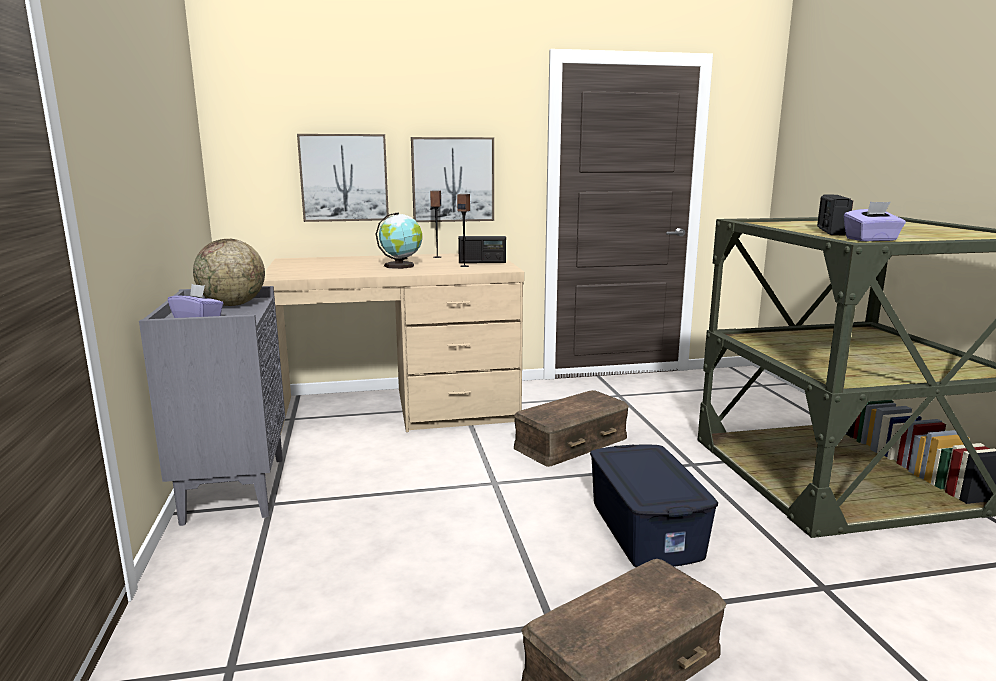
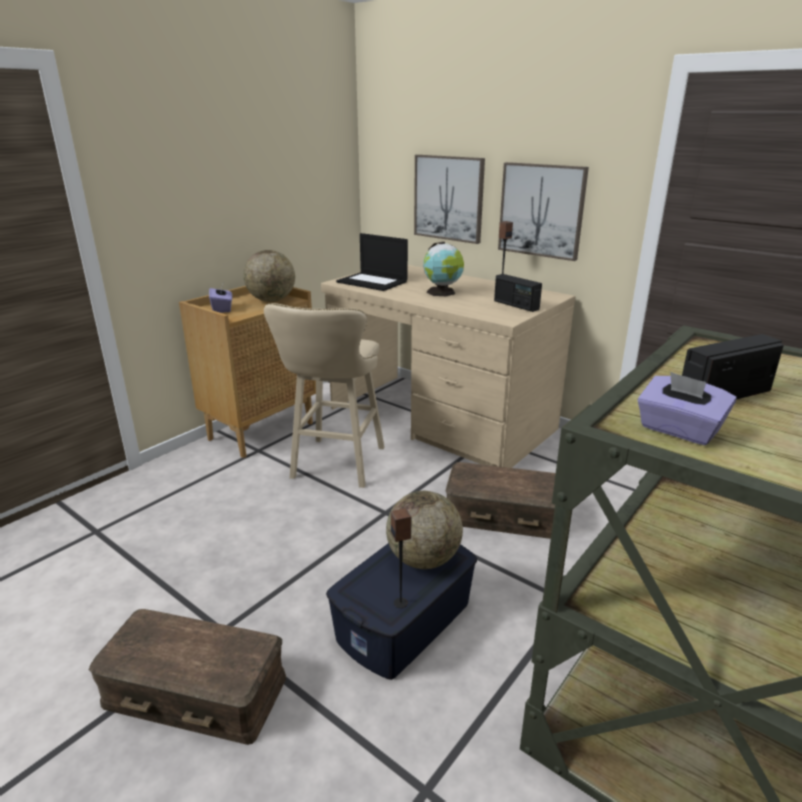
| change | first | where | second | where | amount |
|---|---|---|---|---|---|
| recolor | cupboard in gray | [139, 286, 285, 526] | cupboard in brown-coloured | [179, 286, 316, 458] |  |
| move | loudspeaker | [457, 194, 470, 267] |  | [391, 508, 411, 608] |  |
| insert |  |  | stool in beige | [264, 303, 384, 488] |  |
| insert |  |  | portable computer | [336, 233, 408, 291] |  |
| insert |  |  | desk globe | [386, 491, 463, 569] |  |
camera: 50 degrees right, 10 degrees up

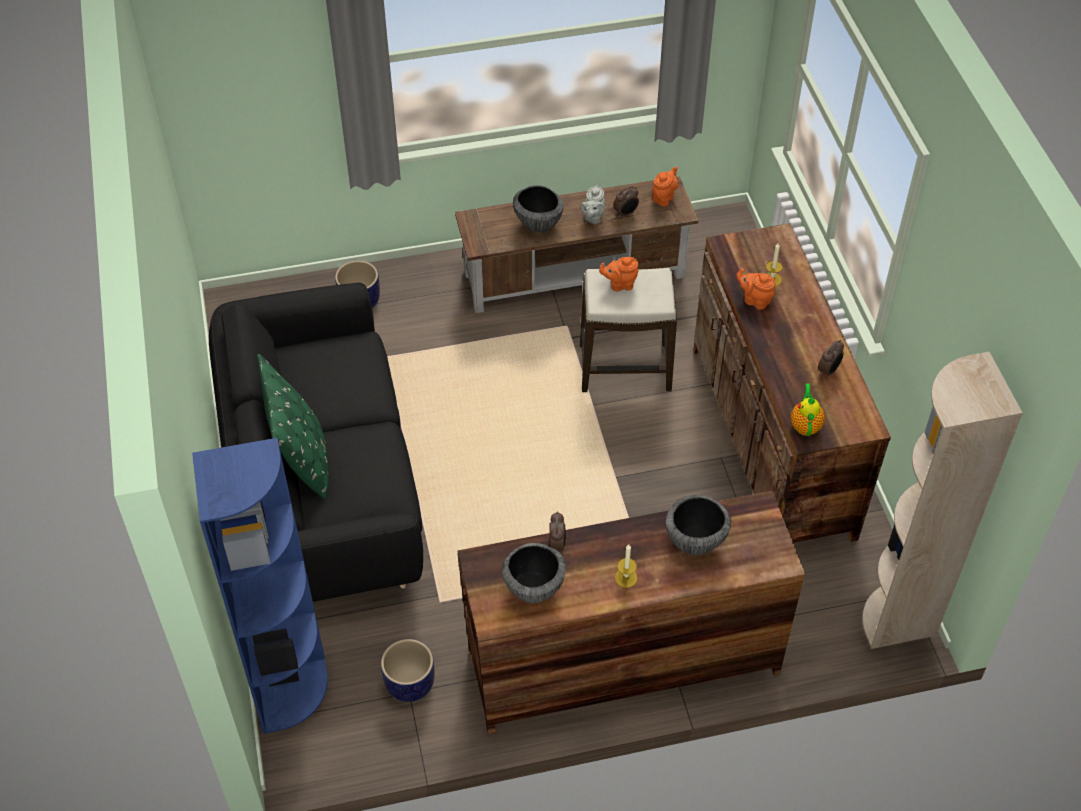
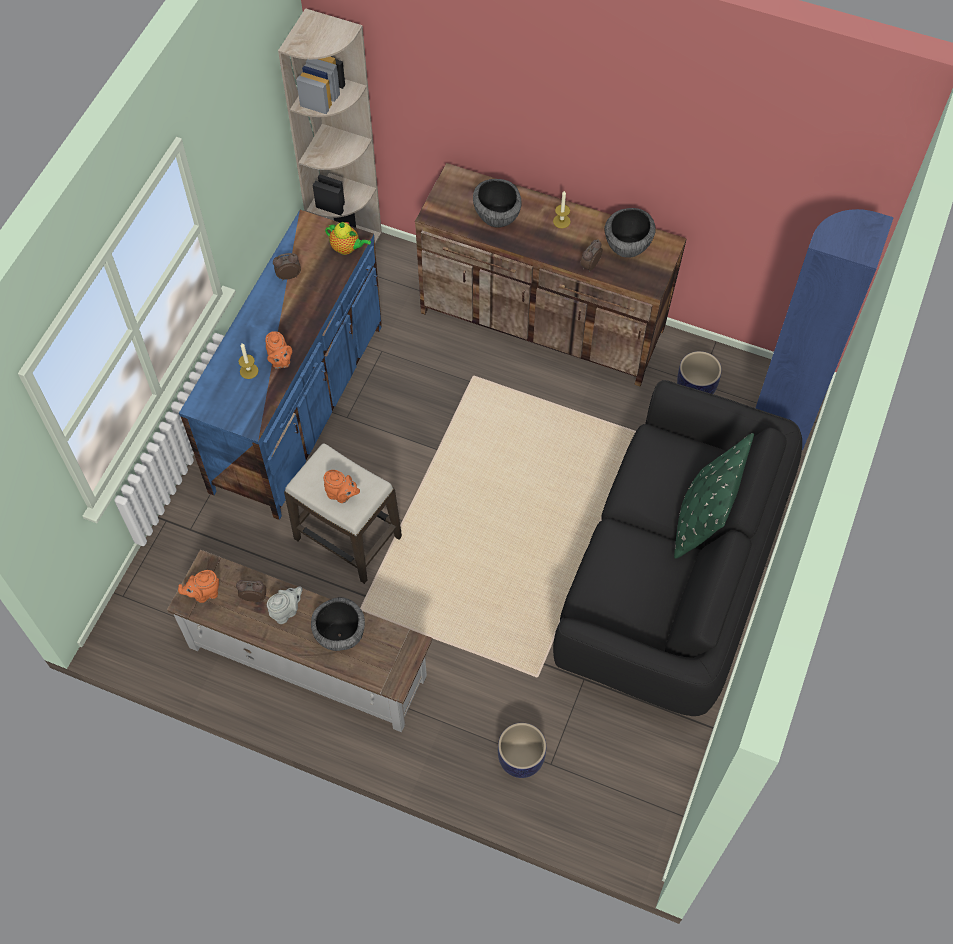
| change | first | where | second | where | amount |
|---|---|---|---|---|---|
| recolor | cupboard in brown-coloured | [694, 223, 891, 543] | cupboard in blue | [179, 210, 382, 520] |  |
| rotate | pot for tea | [791, 383, 825, 436] |  | [325, 222, 371, 255] | 105 degrees counterclockwise |
camera: 145 degrees left, 10 degrees up

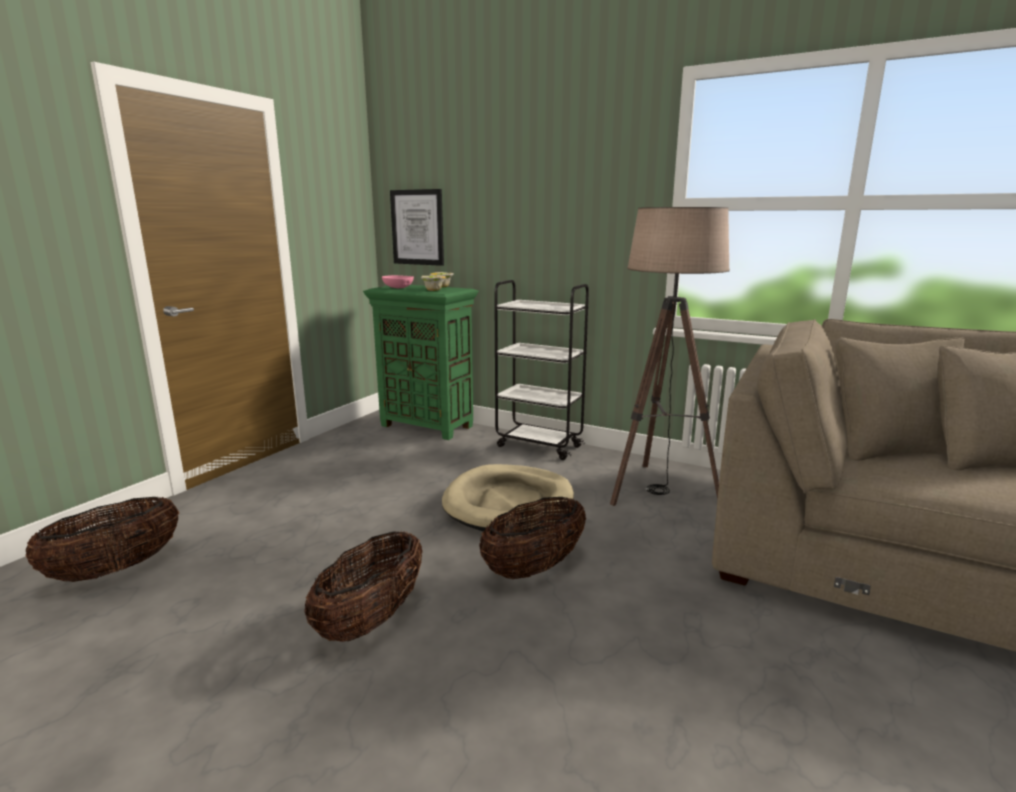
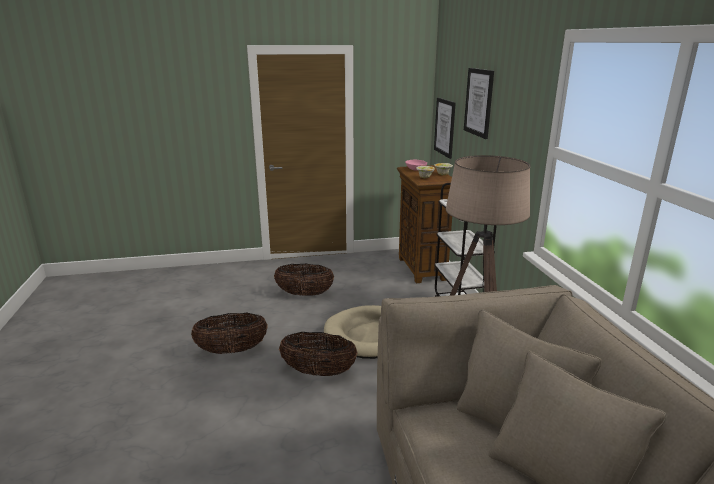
| change | first | where | second | where | amount |
|---|---|---|---|---|---|
| move | basket | [25, 497, 179, 582] |  | [274, 264, 334, 296] |  |
| recolor | cupboard in greenish | [363, 285, 479, 440] | cupboard in brown-coloured | [397, 165, 452, 283] |  |
| insert |  |  | picture | [464, 68, 494, 139] |  |
camera: 50 degrees right, 5 degrees up

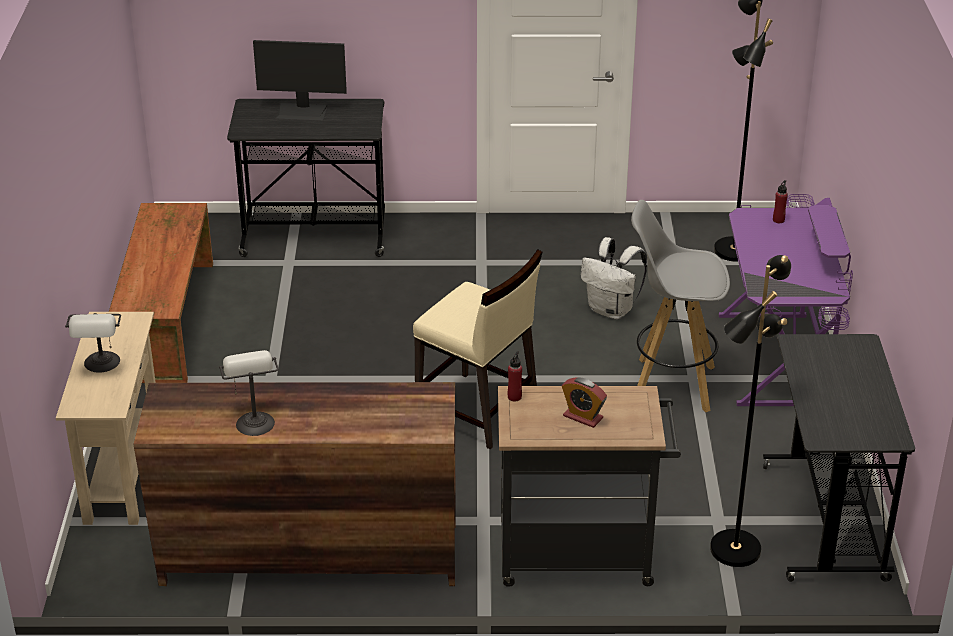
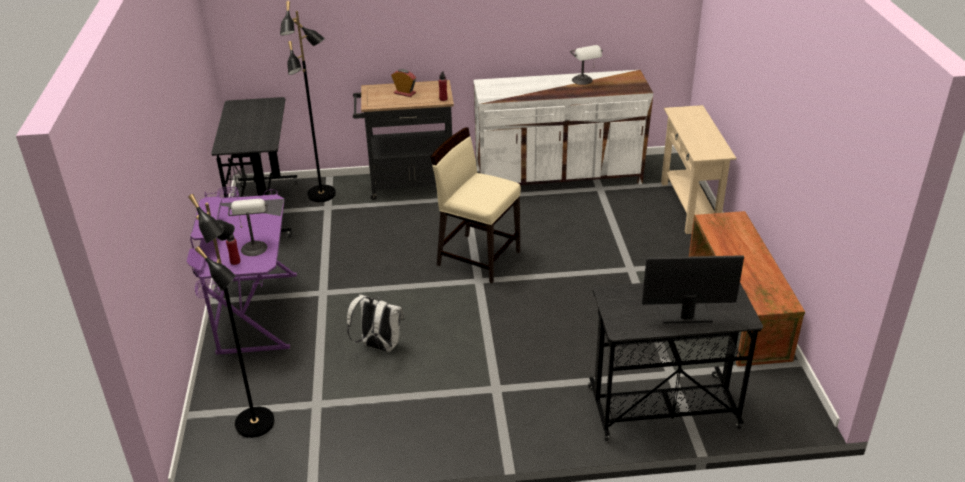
| change | first | where | second | where | amount |
|---|---|---|---|---|---|
| move | tabletop lamp | [65, 313, 121, 373] |  | [228, 199, 268, 256] |  |
| recolor | cupboard in brown-coloured | [134, 382, 456, 586] | cupboard in white-coloured | [473, 70, 653, 185] |  |
| delete | stool in gray | [631, 200, 730, 412] |  |  |  |
camera: 175 degrees right, 0 degrees up

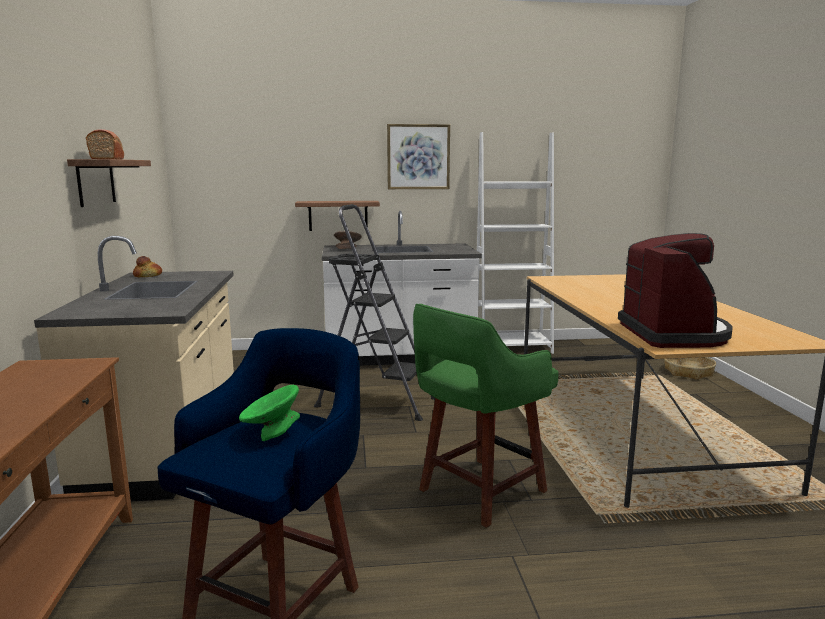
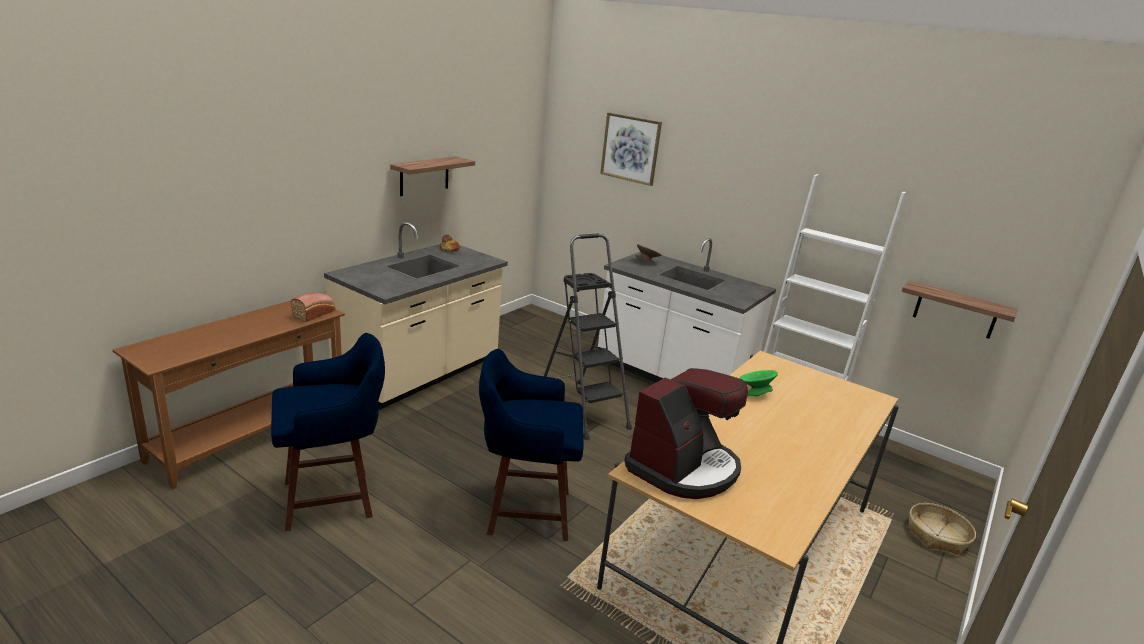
| change | first | where | second | where | amount |
|---|---|---|---|---|---|
| move | bakery bread | [86, 129, 124, 159] |  | [291, 293, 336, 322] |  |
| move | deep dish in greenish | [239, 385, 300, 441] |  | [739, 370, 778, 396] |  |
| move | bracket shelf | [295, 201, 380, 231] |  | [902, 280, 1018, 338] |  |
| move | picture | [387, 124, 450, 189] |  | [600, 113, 662, 186] |  |
| recolor | stool in greenish | [413, 304, 558, 528] | stool in blue | [479, 349, 584, 541] |  |
camera: 40 degrees right, 10 degrees up

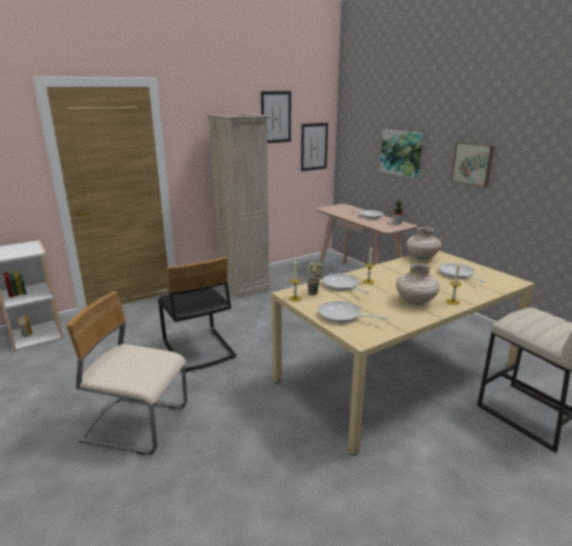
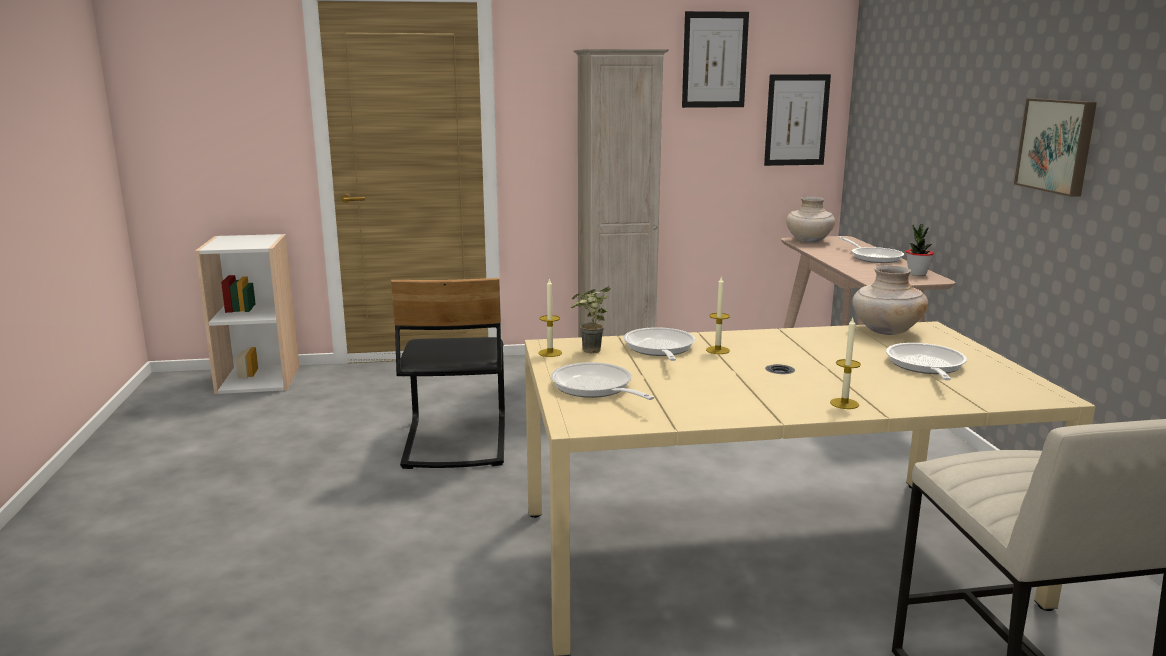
| change | first | where | second | where | amount |
|---|---|---|---|---|---|
| delete | plain chair in beige | [66, 291, 187, 455] |  |  |  |
| delete | picture | [380, 129, 423, 179] |  |  |  |
| move | decorative vase in beige | [396, 263, 440, 305] |  | [786, 197, 835, 243] |  |
camera: 25 degrees right, 5 degrees down

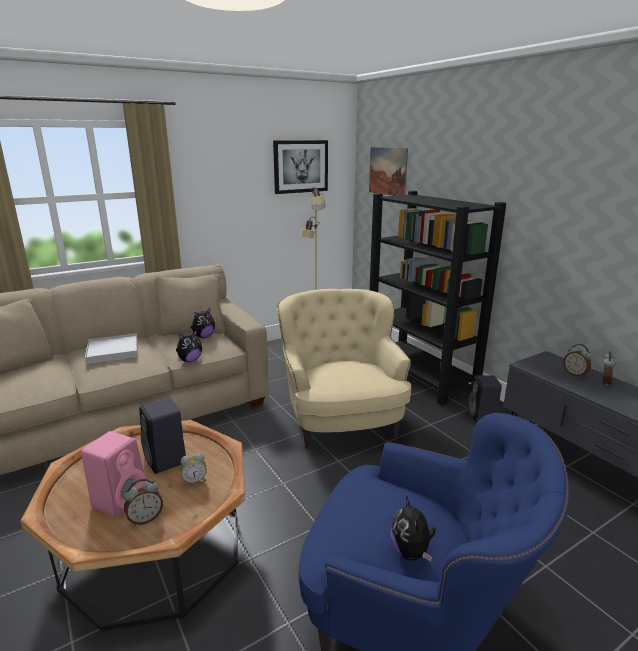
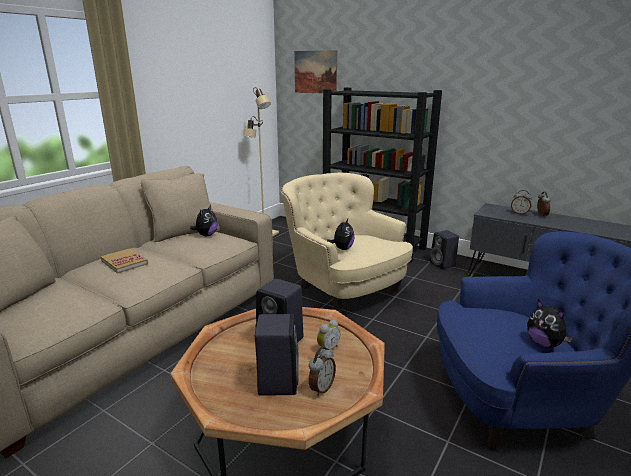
| change | first | where | second | where | amount |
|---|---|---|---|---|---|
| recolor | loudspeaker in pink | [81, 431, 146, 517] | loudspeaker in black-coloured | [255, 314, 299, 396] |  |
| replace | serving tray in white-coloured | [85, 334, 138, 364] | volume | [100, 248, 148, 274] |  |
| move | plush toy | [176, 329, 202, 362] |  | [327, 219, 354, 250] |  |
| delete | picture | [273, 140, 328, 194] |  |  |  |
camera: 25 degrees left, 0 degrees up

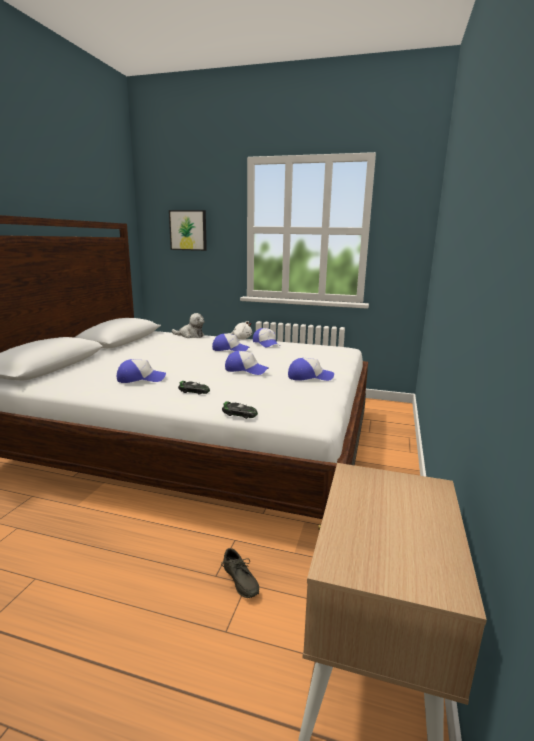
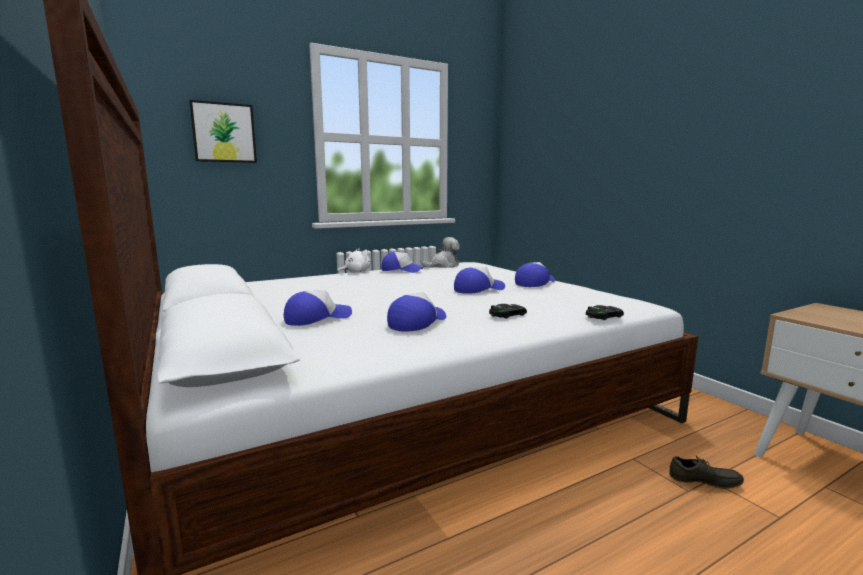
| change | first | where | second | where | amount |
|---|---|---|---|---|---|
| move | plush toy | [172, 313, 204, 338] |  | [422, 237, 460, 268] |  |
| move | baseball cap | [212, 334, 249, 351] |  | [284, 290, 352, 326] |  |
camera: 45 degrees left, 5 degrees down

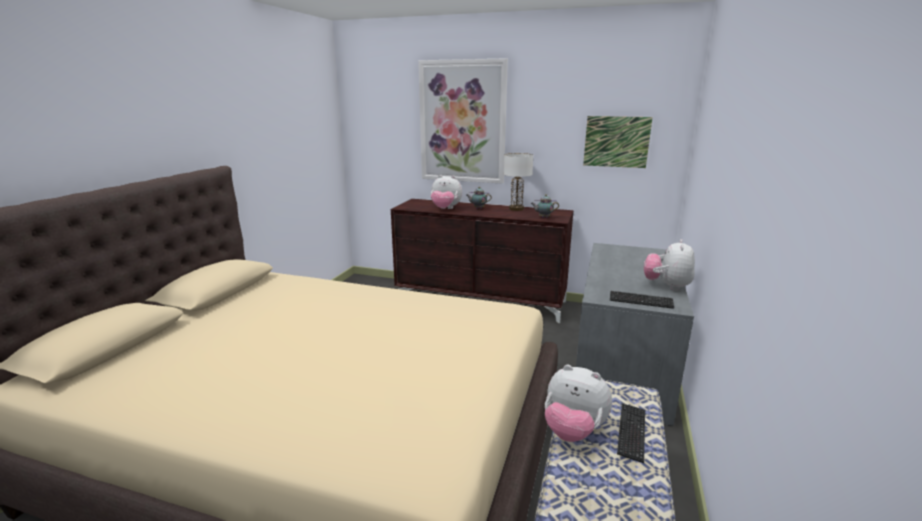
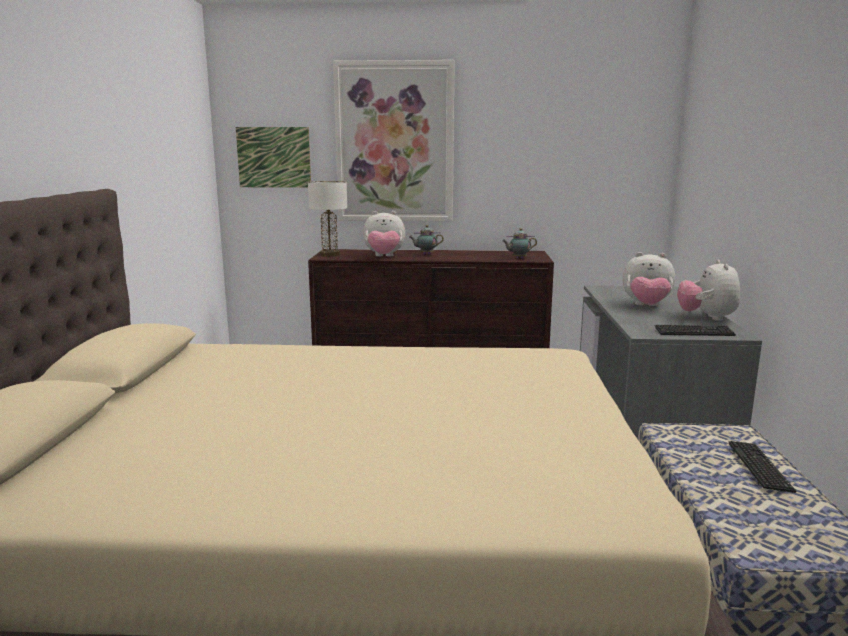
| change | first | where | second | where | amount |
|---|---|---|---|---|---|
| move | tabletop lamp | [504, 153, 533, 211] |  | [308, 181, 347, 257] |  |
| move | plush toy | [545, 365, 612, 442] |  | [622, 252, 675, 306] |  |
| move | picture | [583, 116, 653, 168] |  | [236, 127, 311, 188] |  |
camera: 15 degrees left, 5 degrees down

